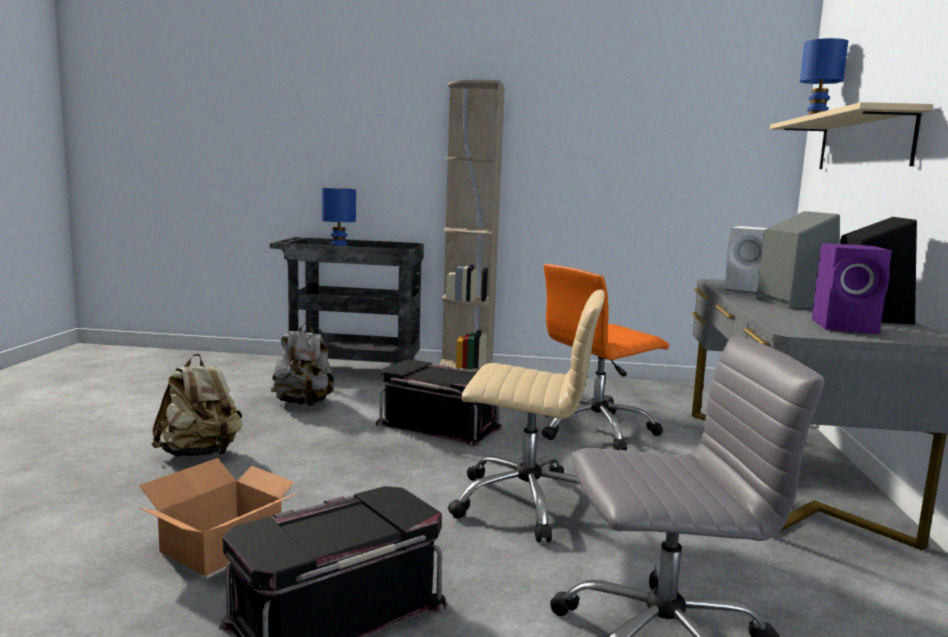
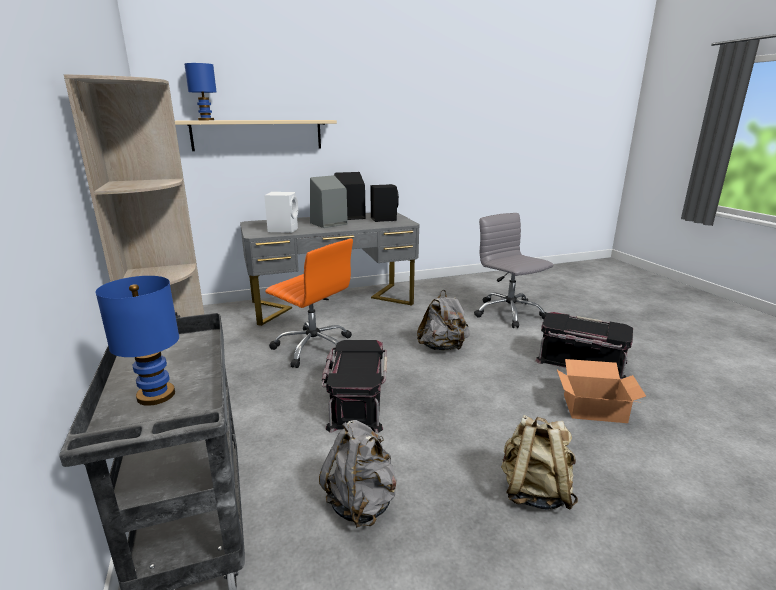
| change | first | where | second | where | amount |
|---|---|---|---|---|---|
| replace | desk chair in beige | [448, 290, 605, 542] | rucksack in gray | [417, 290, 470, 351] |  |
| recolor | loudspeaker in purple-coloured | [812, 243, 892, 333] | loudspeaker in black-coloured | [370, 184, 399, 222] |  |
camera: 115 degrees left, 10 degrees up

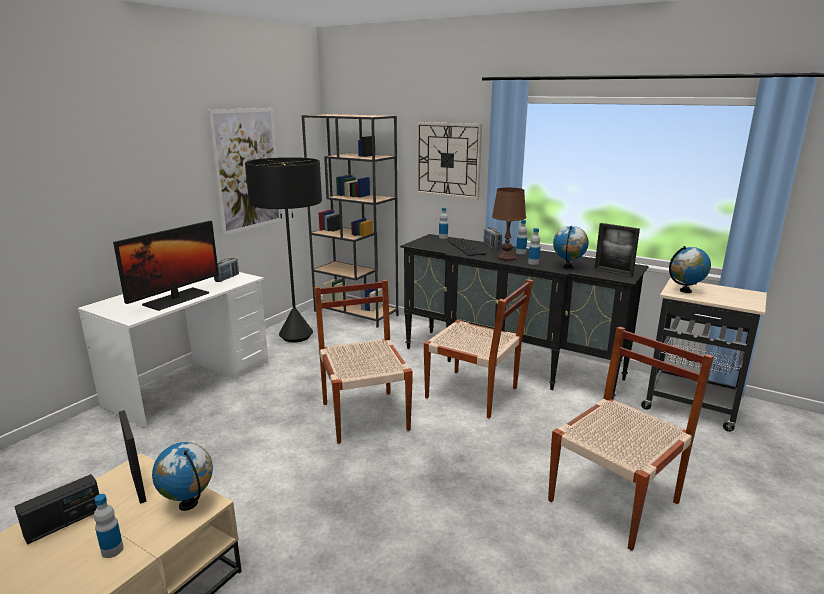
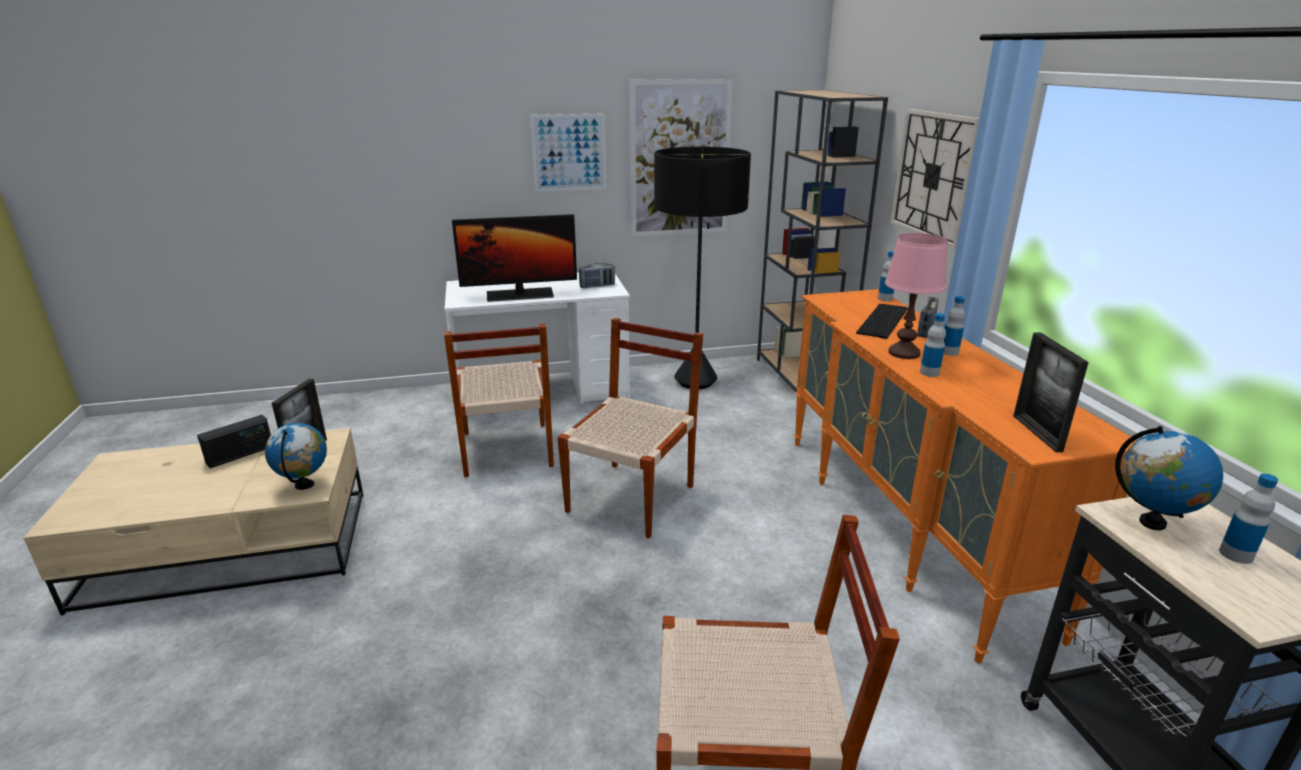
| change | first | where | second | where | amount |
|---|---|---|---|---|---|
| rotate | radio receiver | [14, 474, 99, 545] |  | [197, 415, 271, 468] | 45 degrees counterclockwise |
| move | bottle | [94, 494, 123, 558] |  | [1219, 473, 1278, 564] |  |
| recolor | cupboard in black-coloured | [400, 234, 649, 400] | cupboard in orangey | [794, 289, 1137, 664] |  |
| move | plain chair | [424, 279, 533, 419] |  | [444, 323, 554, 477] |  |
| recolor | tabletop lamp in brown-coloured | [492, 187, 526, 261] | tabletop lamp in pink | [885, 233, 948, 359] |  |
| delete | desk globe | [553, 226, 589, 269] |  |  |  |
| insert |  |  | picture | [530, 113, 606, 192] |  |
camera: 45 degrees right, 5 degrees up

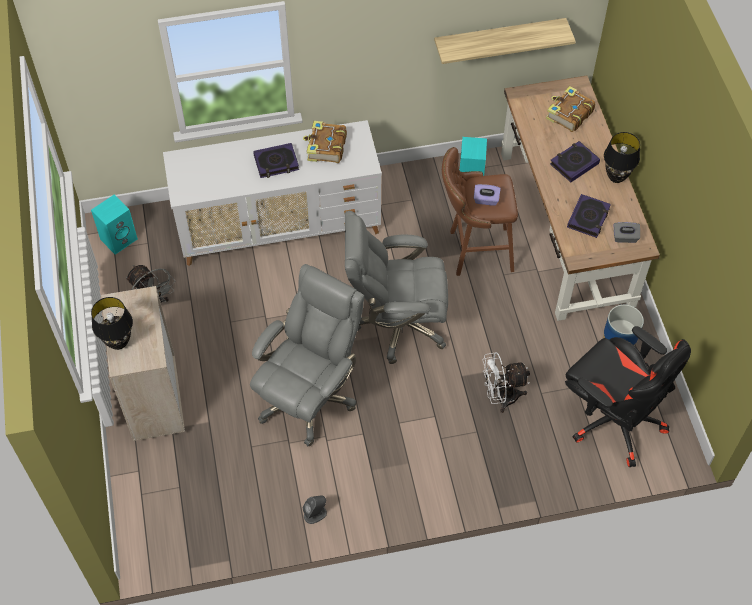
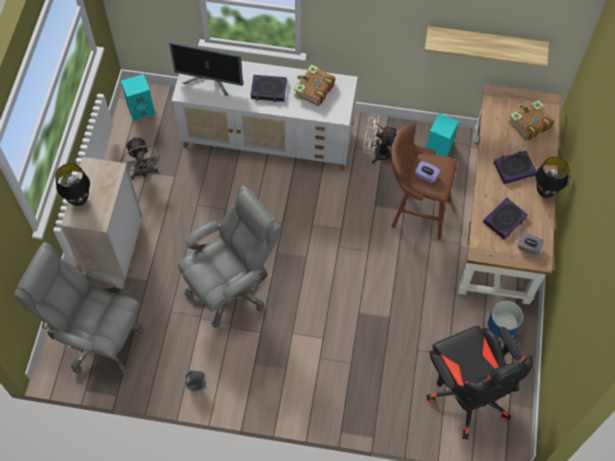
| change | first | where | second | where | amount |
|---|---|---|---|---|---|
| move | desk chair in gray | [345, 211, 448, 364] |  | [14, 242, 144, 375] |  |
| move | cooling fan in white-coloured | [483, 352, 530, 413] |  | [363, 114, 398, 164] |  |
| insert |  |  | monitor | [169, 42, 243, 96] |  |
camera: 20 degrees right, 5 degrees up

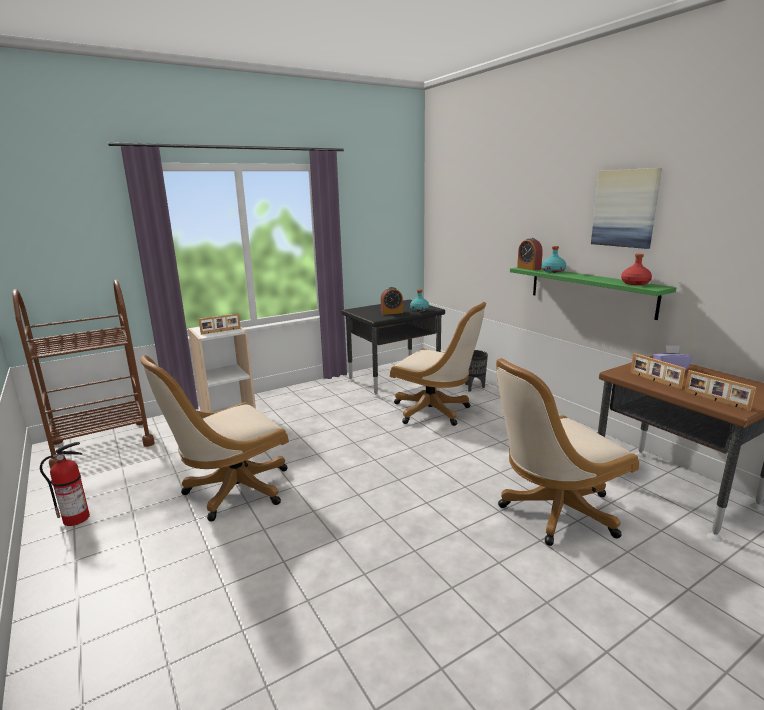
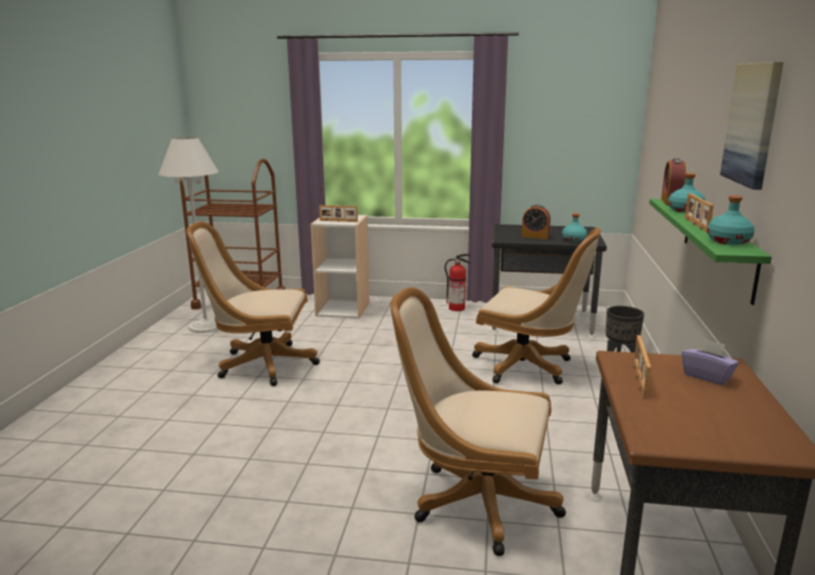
| change | first | where | second | where | amount |
|---|---|---|---|---|---|
| move | fire-fighting cylinder | [40, 442, 90, 526] |  | [445, 254, 471, 311] |  |
| rotate | desk chair | [390, 302, 486, 426] |  | [472, 227, 601, 384] | 45 degrees counterclockwise |
| recolor | bottle in red | [621, 254, 652, 285] | bottle in turquoise-coloured | [707, 195, 755, 245] |  |
| move | standing frame | [685, 370, 756, 411] |  | [685, 193, 714, 232] |  |
| insert |  |  | standard lamp in white-coloured | [158, 137, 219, 333] |  |
camera: 40 degrees right, 0 degrees up

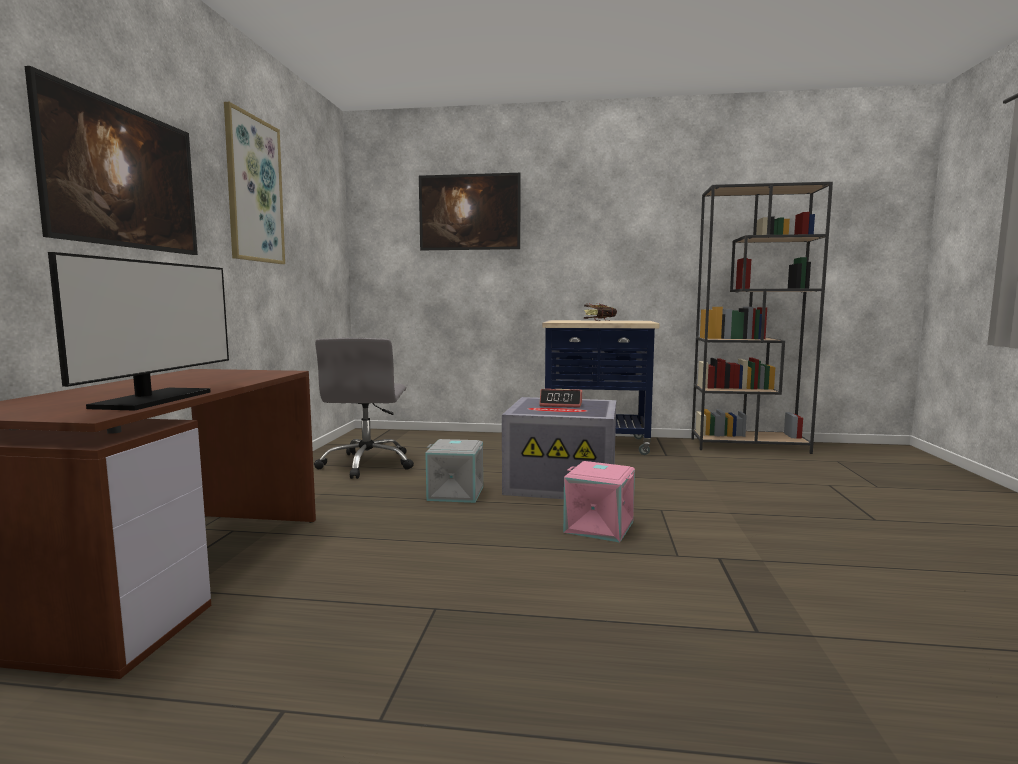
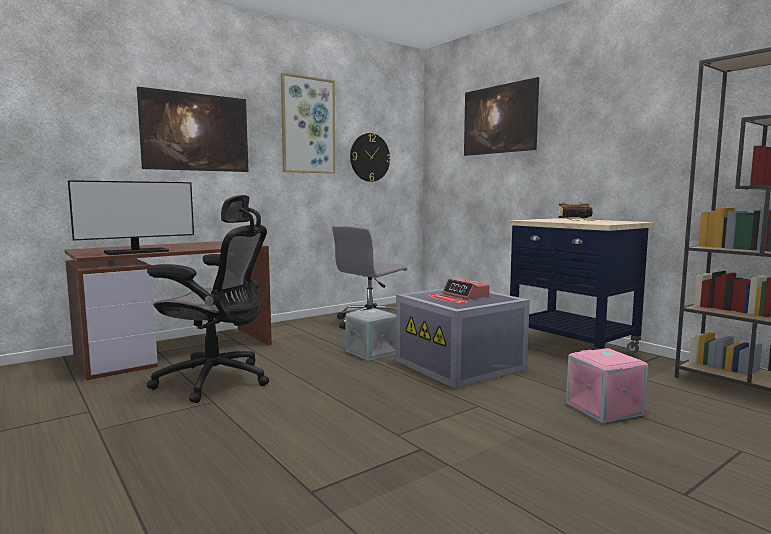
| change | first | where | second | where | amount |
|---|---|---|---|---|---|
| move | storage container in pink | [563, 461, 635, 543] |  | [566, 348, 648, 423] |  |
| insert |  |  | desk chair | [147, 195, 269, 403] |  |
| insert |  |  | clock on the wall | [350, 133, 391, 182] |  |
camera: 45 degrees right, 0 degrees up

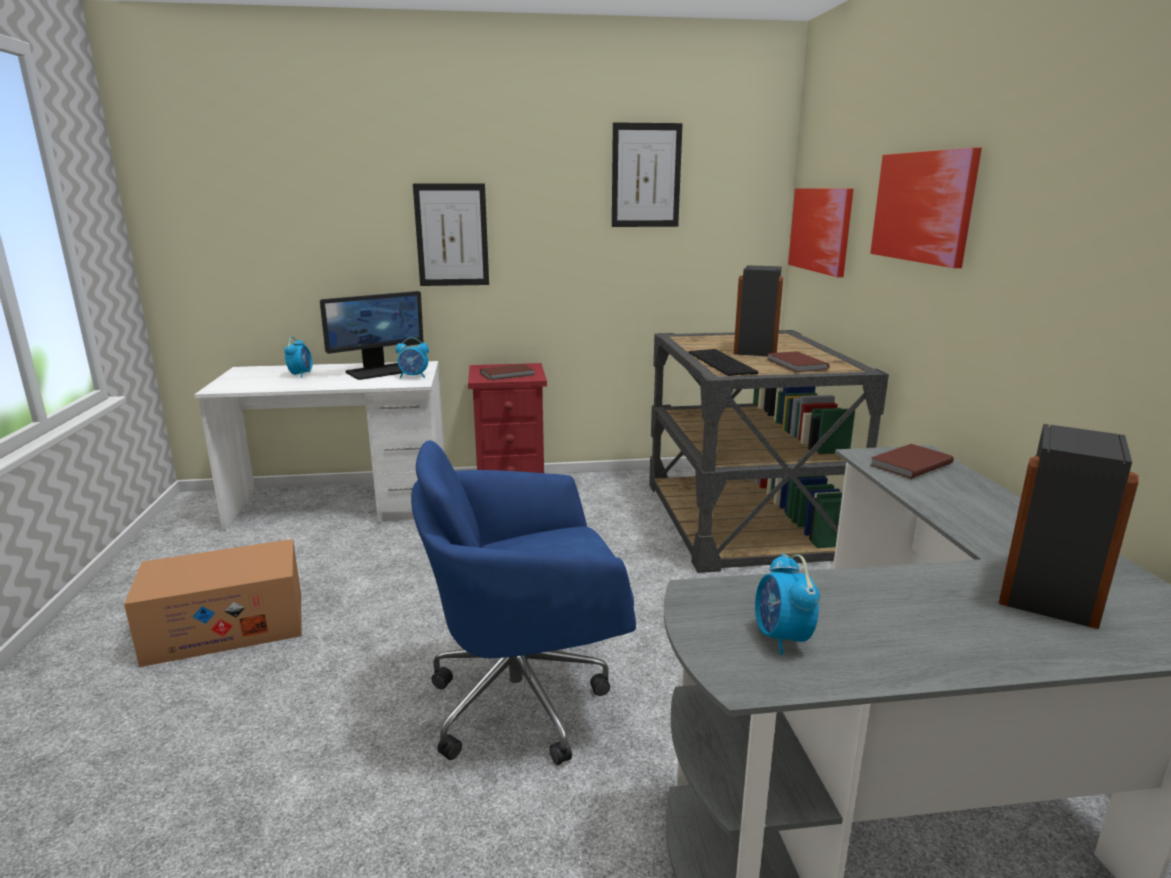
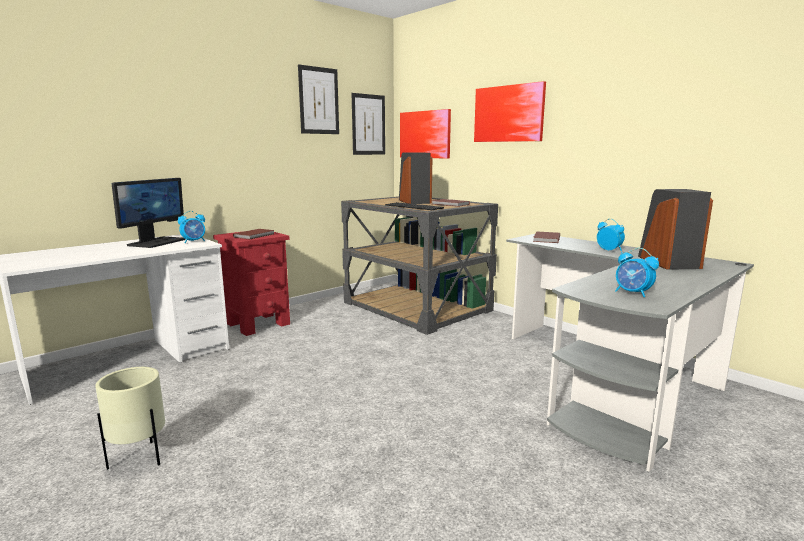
| change | first | where | second | where | amount |
|---|---|---|---|---|---|
| replace | packing box | [124, 539, 302, 667] | planter in beige | [95, 367, 165, 470] |  |
| move | bedside clock | [284, 337, 313, 378] |  | [597, 219, 625, 251] |  |
| delete | desk chair in blue | [411, 440, 636, 765] |  |  |  |
| move | picture | [413, 183, 489, 286] |  | [352, 93, 385, 155] |  |
camera: 35 degrees left, 5 degrees down

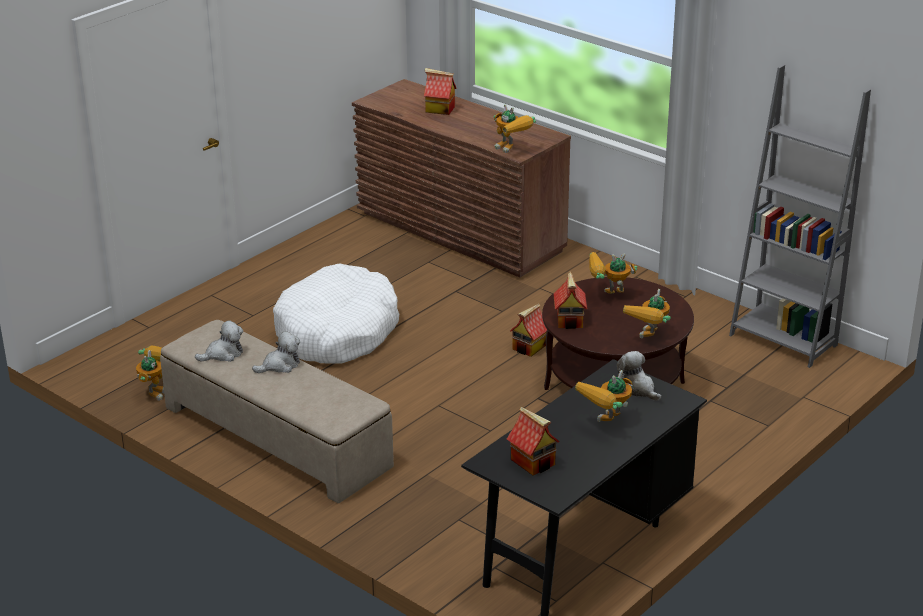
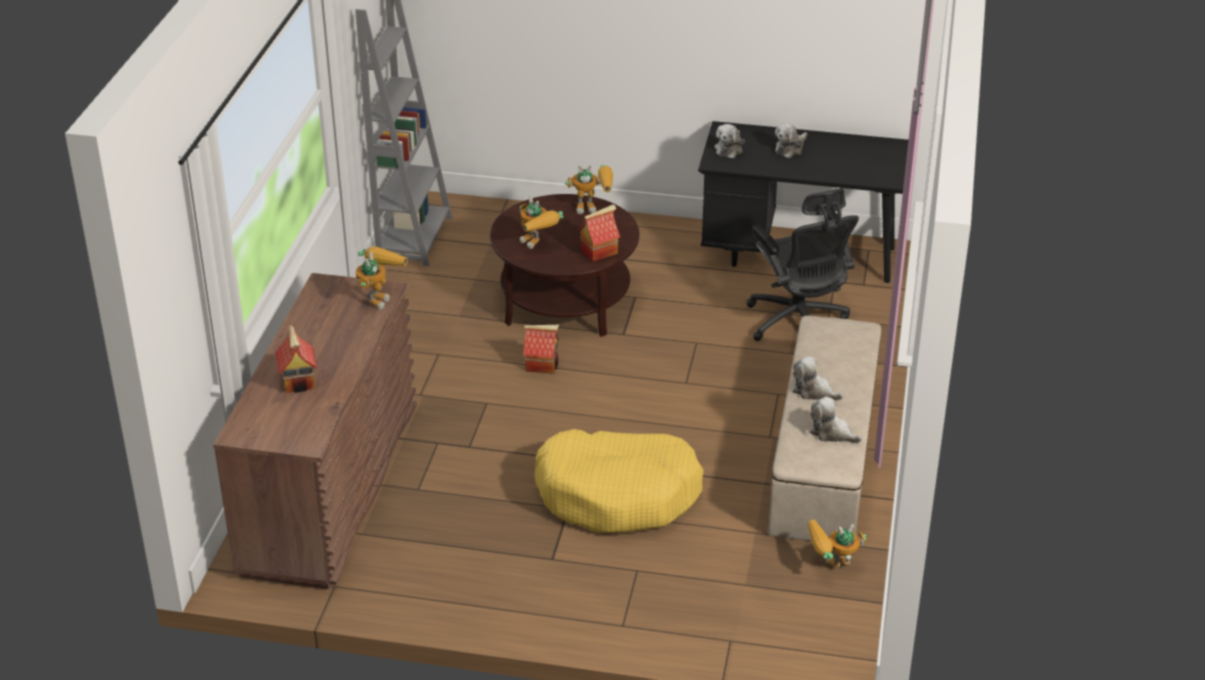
| change | first | where | second | where | amount |
|---|---|---|---|---|---|
| recolor | dog bed in white-coloured | [273, 263, 399, 364] | dog bed in yellowish | [535, 429, 704, 533] |  |
| delete | miniature house | [507, 407, 560, 476] |  |  |  |
| replace | robot figure | [575, 370, 634, 422] | plush toy | [775, 123, 807, 158] |  |
| insert |  |  | desk chair | [746, 188, 859, 341] |  |
camera: 120 degrees left, 5 degrees up

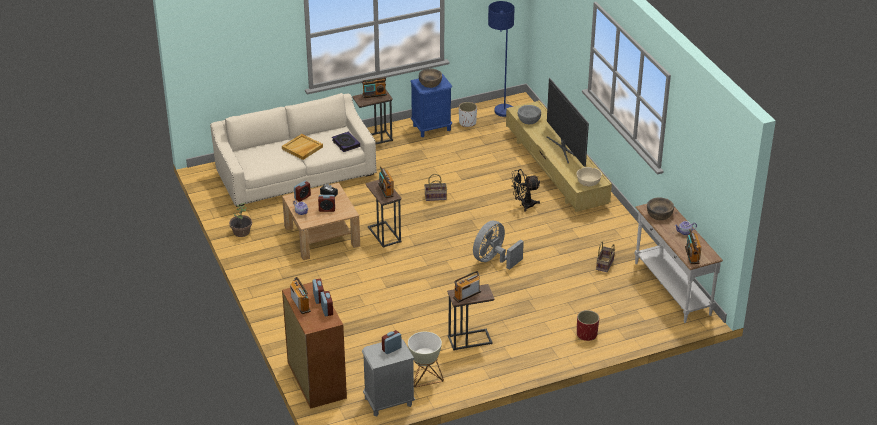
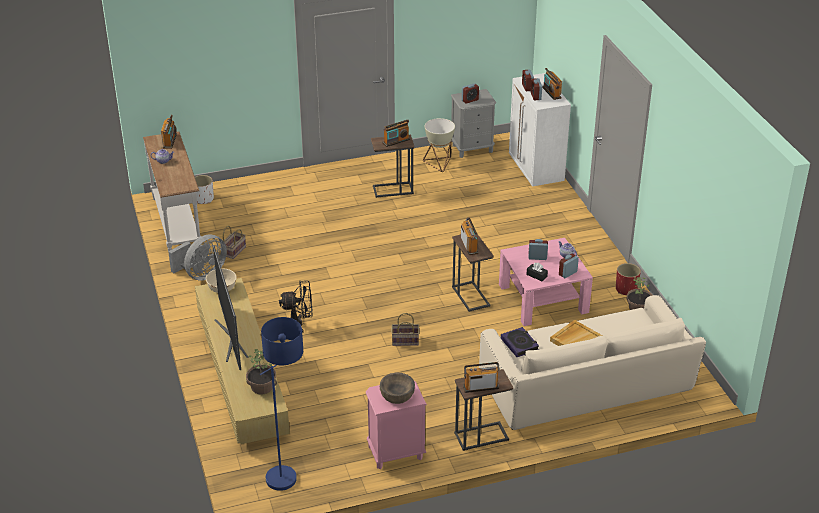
| change | first | where | second | where | amount |
|---|---|---|---|---|---|
| recolor | lounge table in brown-coloured | [282, 183, 360, 260] | lounge table in pink | [499, 238, 593, 326] |  |
| recolor | cupboard in brown-coloured | [282, 282, 347, 409] | cupboard in white-coloured | [509, 73, 571, 187] |  |
| recolor | bedside table in blue | [410, 74, 452, 137] | bedside table in pink | [366, 381, 427, 469] |  |
| move | planter in white-coloured | [459, 102, 477, 127] |  | [195, 175, 214, 204] |  |
| move | cooling fan in gray | [473, 220, 524, 269] |  | [168, 235, 227, 281] |  |
| replace | deep dish in gray | [518, 105, 541, 124] | houseplant | [246, 349, 277, 395] |  |
| move | planter in red | [577, 310, 599, 341] |  | [616, 263, 641, 295] |  |
| delete | deep dish in brown-coloured | [647, 198, 674, 220] |  |  |  |
camera: 175 degrees left, 0 degrees up

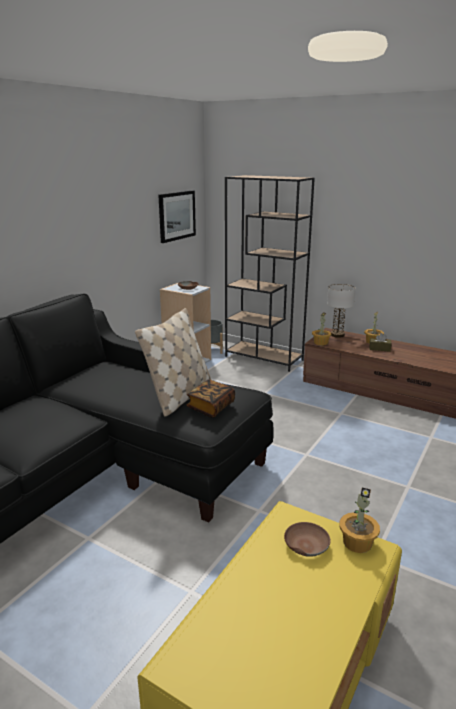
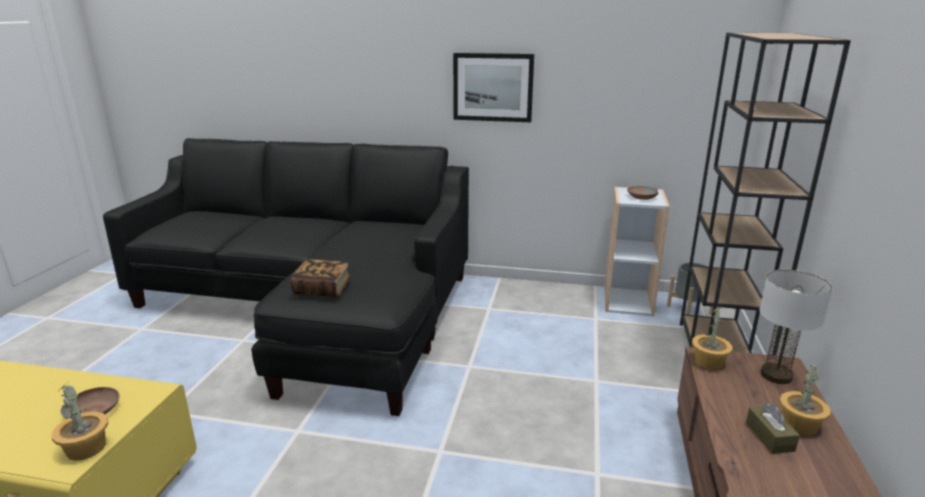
| change | first | where | second | where | amount |
|---|---|---|---|---|---|
| delete | pillow in beige | [135, 308, 211, 417] |  |  |  |
| move | picture | [158, 191, 196, 243] |  | [453, 53, 534, 122] |  |
camera: 70 degrees right, 0 degrees up

